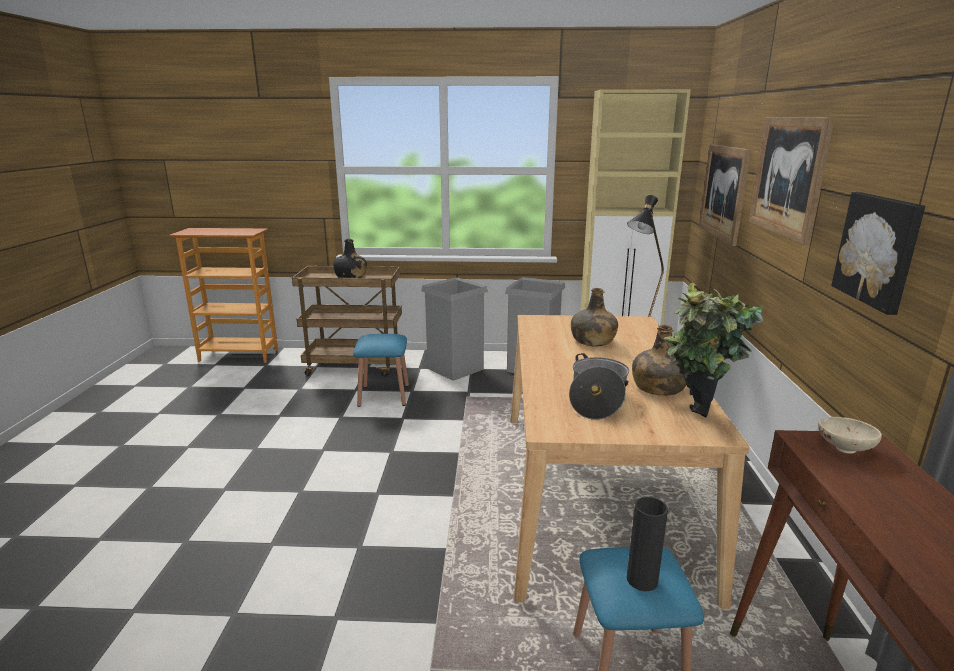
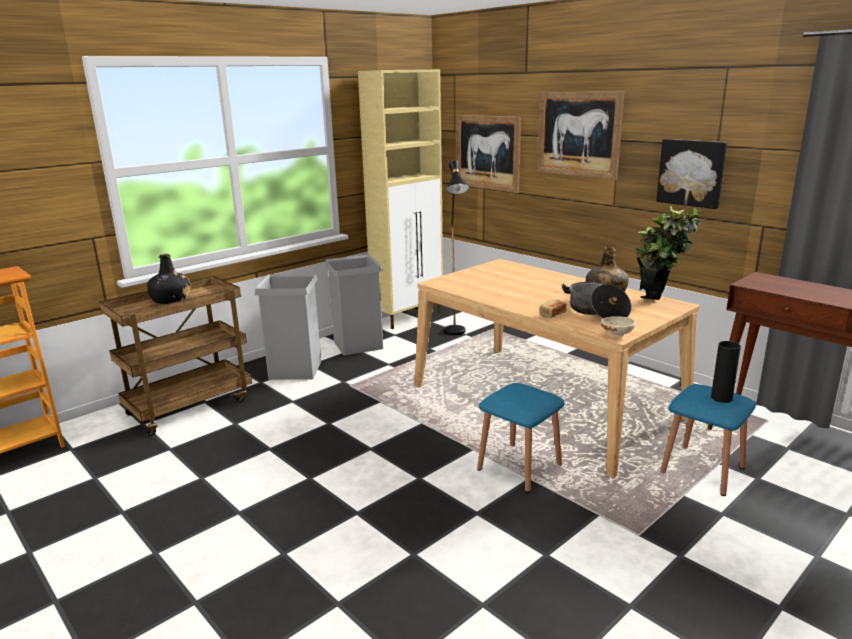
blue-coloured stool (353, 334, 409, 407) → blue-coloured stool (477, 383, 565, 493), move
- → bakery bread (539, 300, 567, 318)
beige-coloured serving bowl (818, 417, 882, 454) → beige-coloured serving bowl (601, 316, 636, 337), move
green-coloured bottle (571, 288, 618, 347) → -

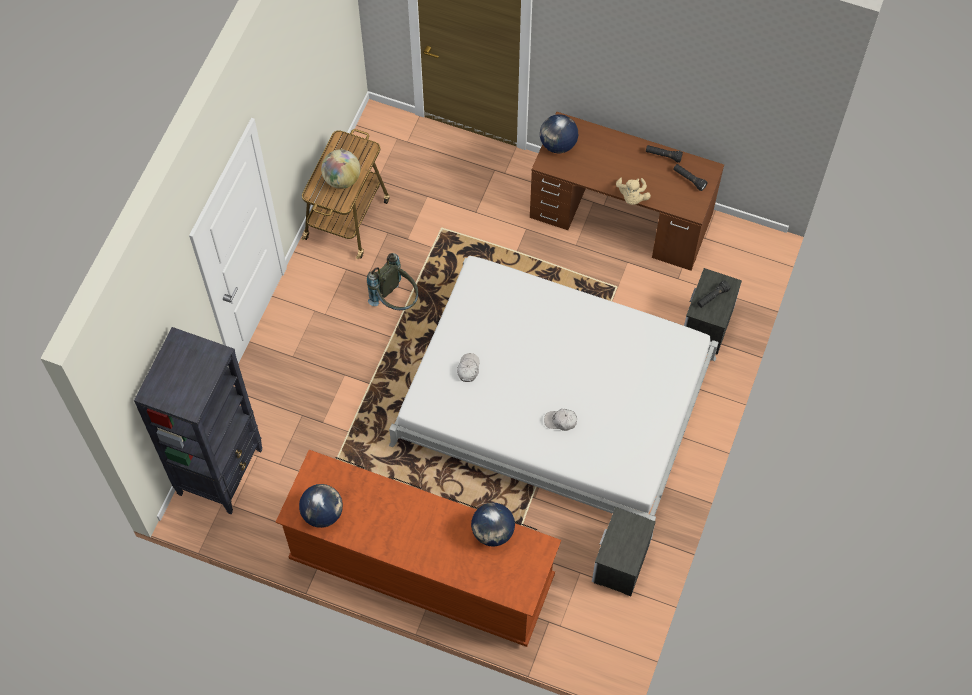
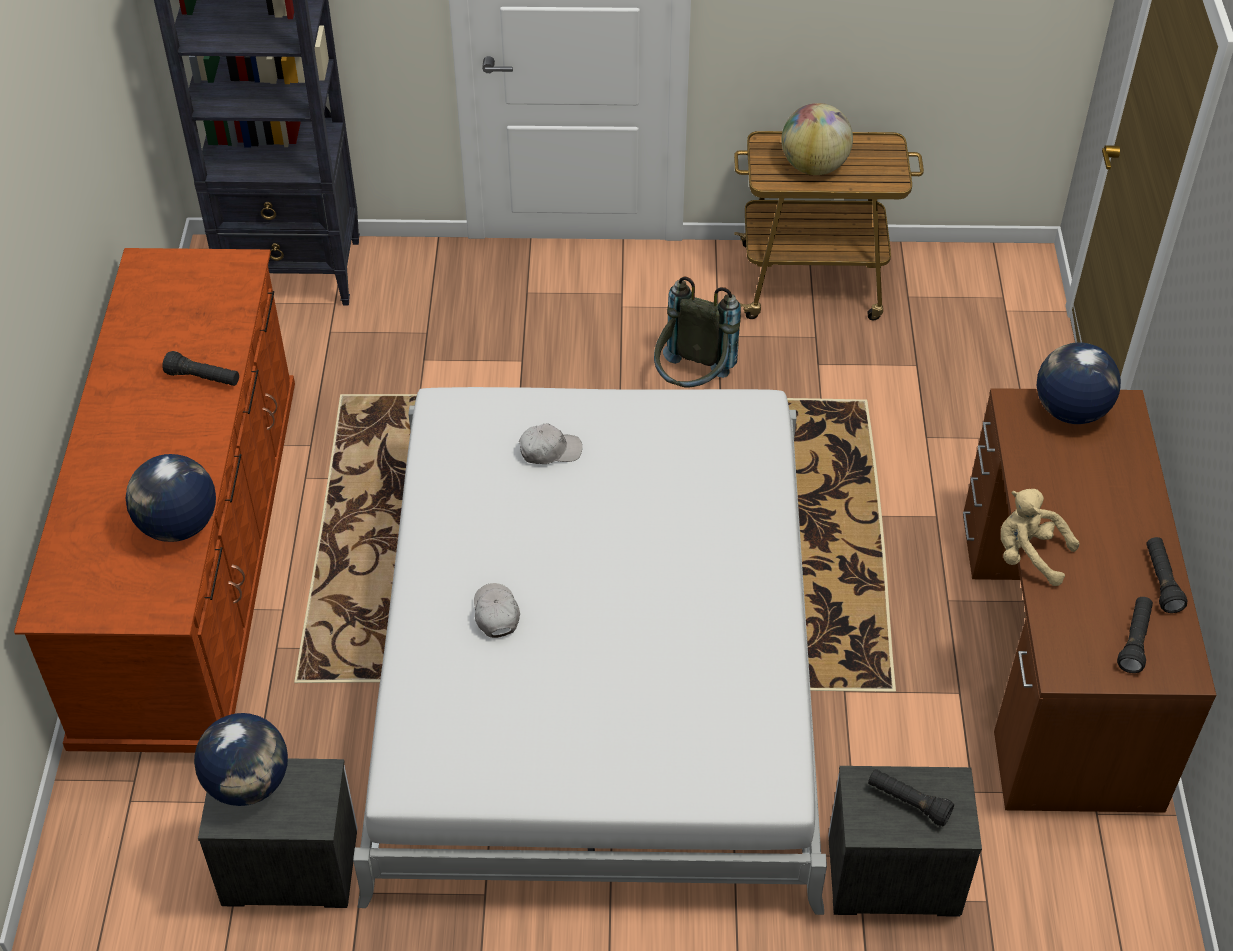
- → black-coloured torch (162, 351, 239, 386)
globe (299, 484, 343, 528) → globe (194, 713, 288, 806), move
beige-coloured soft toy (616, 177, 651, 205) → beige-coloured soft toy (1001, 489, 1080, 586), 45 degrees clockwise

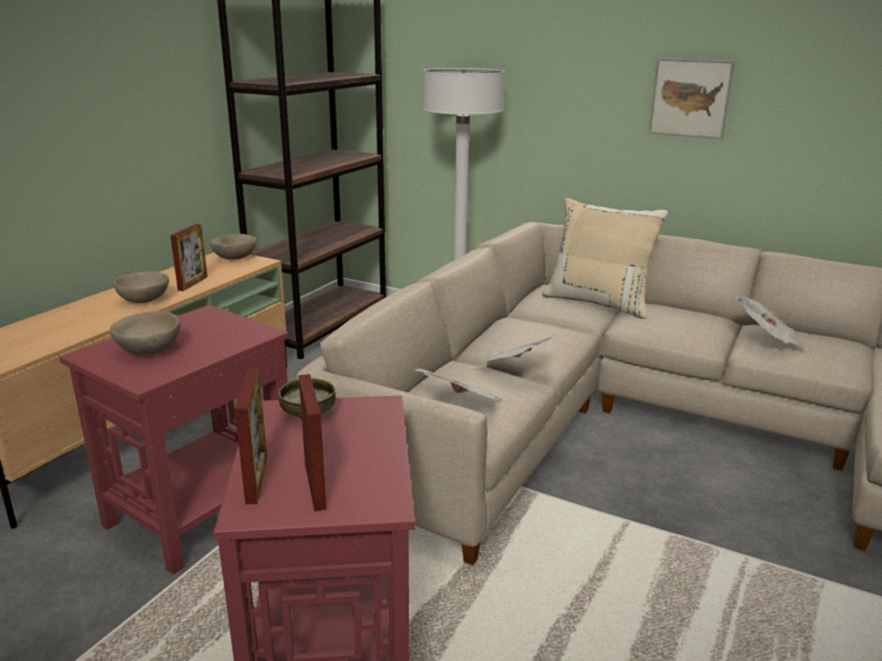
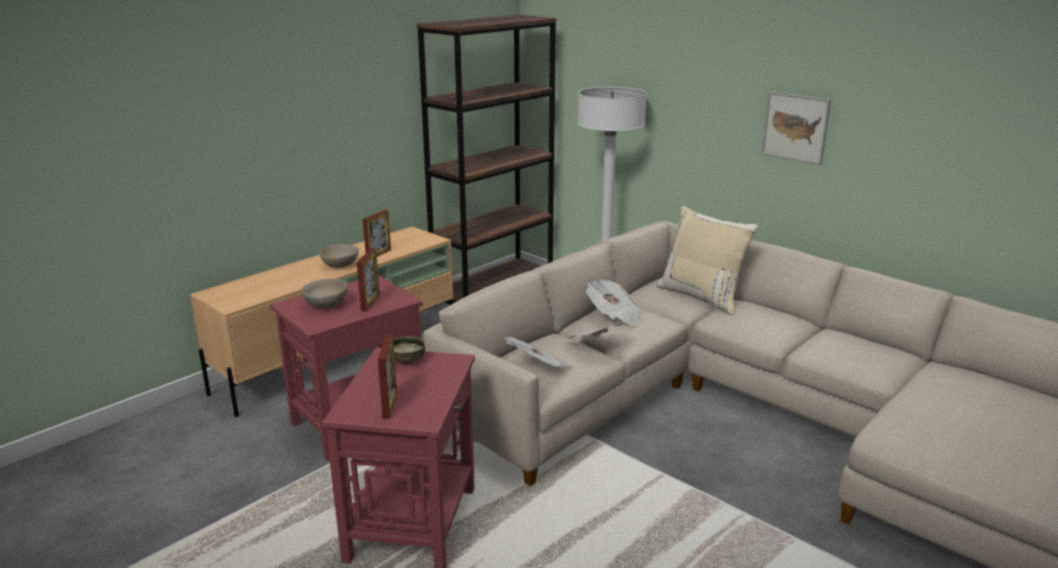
standing frame (235, 369, 267, 504) → standing frame (357, 248, 380, 311), move
daily paper (735, 296, 810, 351) → daily paper (586, 280, 642, 326), move
beige-coloured serving bowl (210, 234, 256, 260) → -

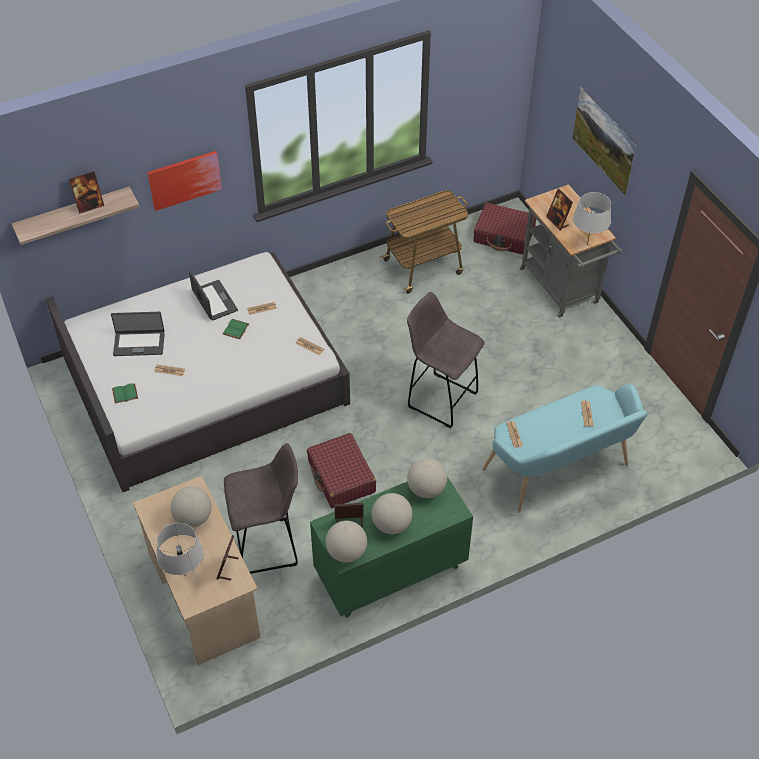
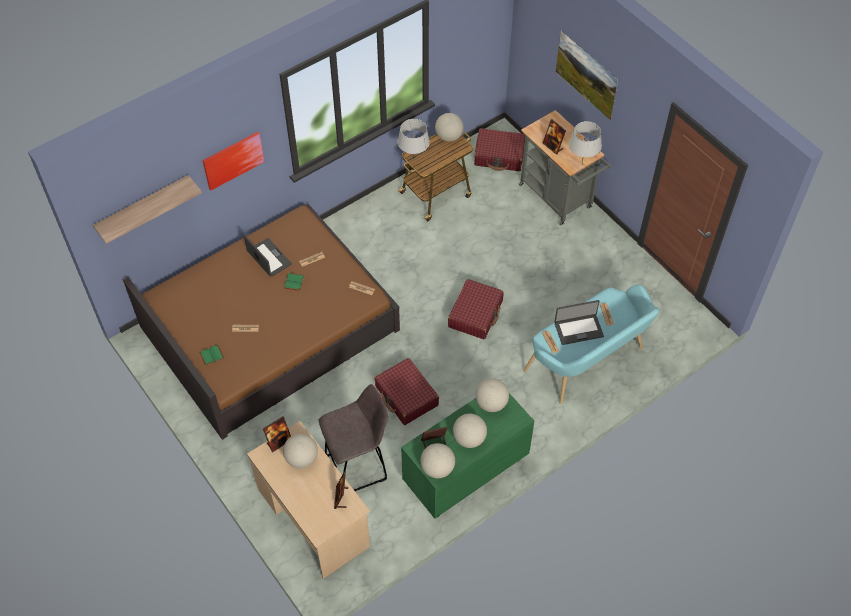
whitish bedroom bed (45, 252, 350, 492) → brown-coloured bedroom bed (123, 204, 400, 440)
standing frame (69, 171, 104, 214) → standing frame (263, 416, 291, 453), move
gray table lamp (157, 523, 204, 576) → gray table lamp (398, 119, 430, 154), move
- → globe (435, 113, 464, 142)
gray stool (407, 292, 485, 428) → red-coloured travel case (448, 279, 504, 339)
portable computer (111, 312, 165, 356) → portable computer (555, 300, 604, 345), move

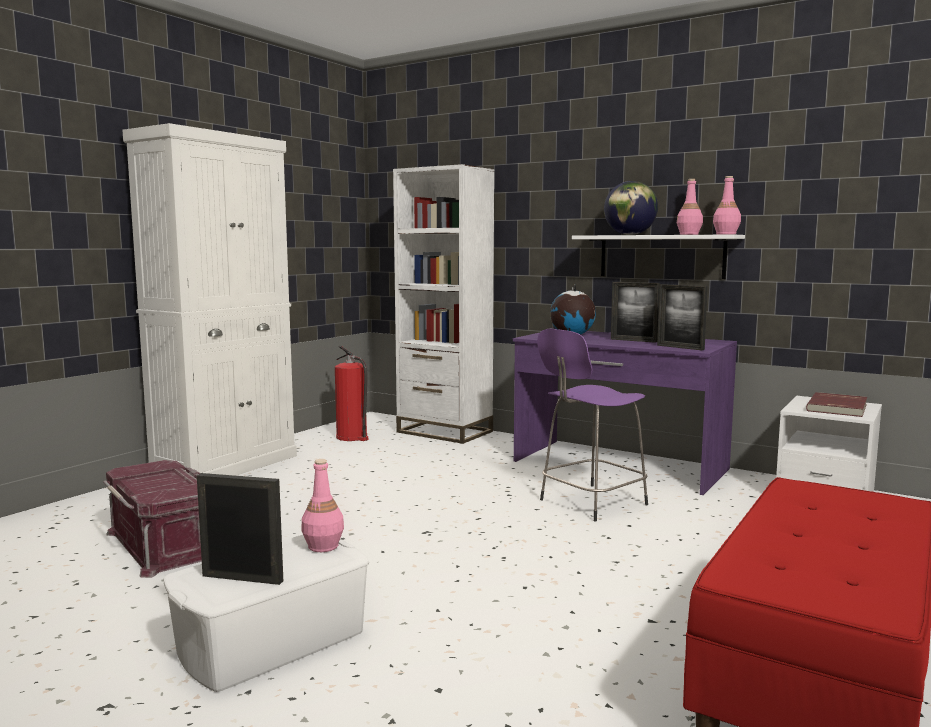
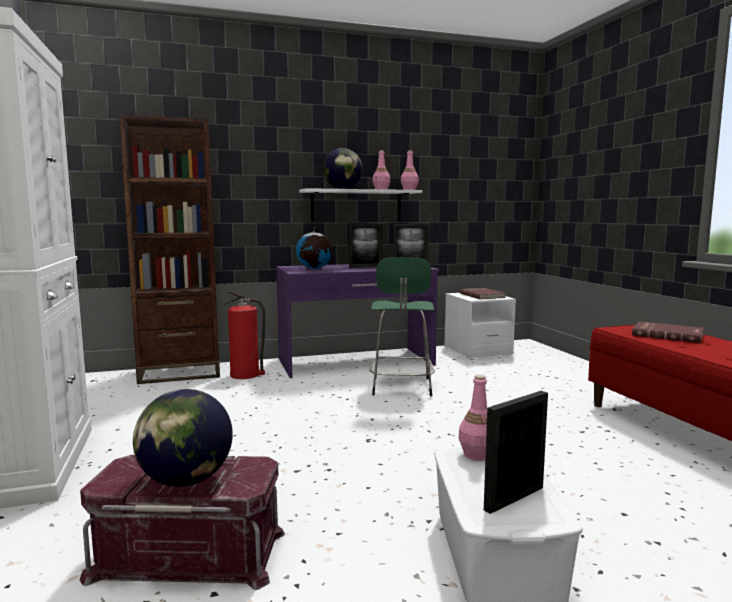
whitish shelving unit (393, 164, 495, 444) → brown-coloured shelving unit (119, 115, 220, 384)
- → globe (133, 389, 233, 487)
fire-fighting cylinder (335, 346, 368, 441) → fire-fighting cylinder (224, 291, 265, 379), move
purplish stool (537, 329, 648, 522) → green-coloured stool (370, 257, 435, 396)
- → red-coloured book (632, 321, 704, 343)

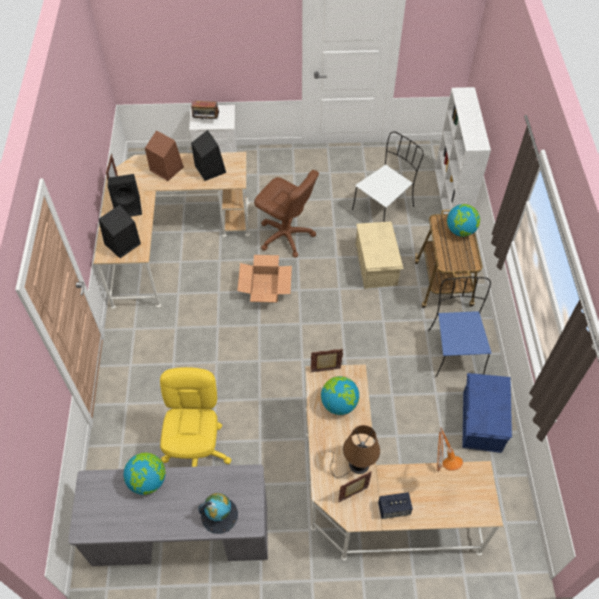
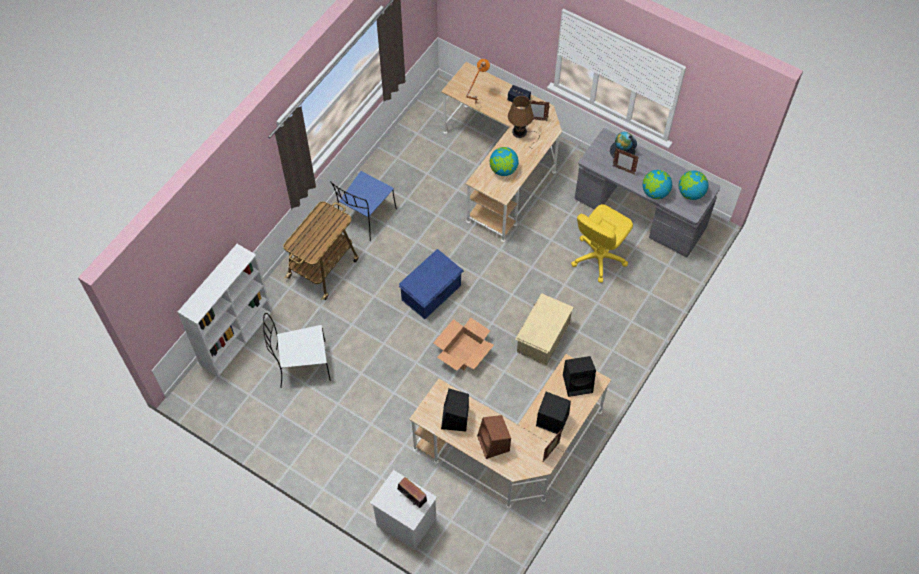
blue-coloured storage box (462, 373, 512, 453) → blue-coloured storage box (399, 249, 464, 319), move
beige-coloured storage box (355, 221, 404, 289) → beige-coloured storage box (515, 294, 574, 366), move
standing frame (311, 349, 343, 373) → standing frame (613, 148, 639, 175), move
globe (447, 204, 480, 237) → globe (679, 170, 708, 200), move
brown-coloured computer chair (254, 170, 319, 257) → -

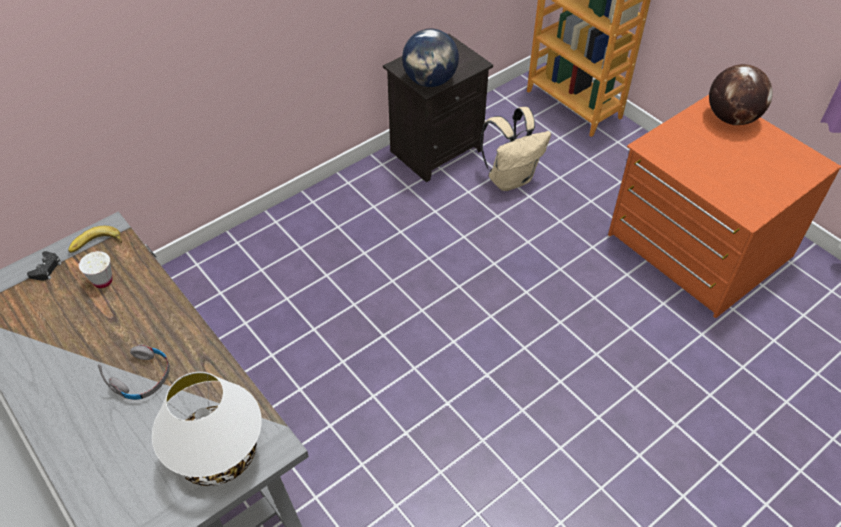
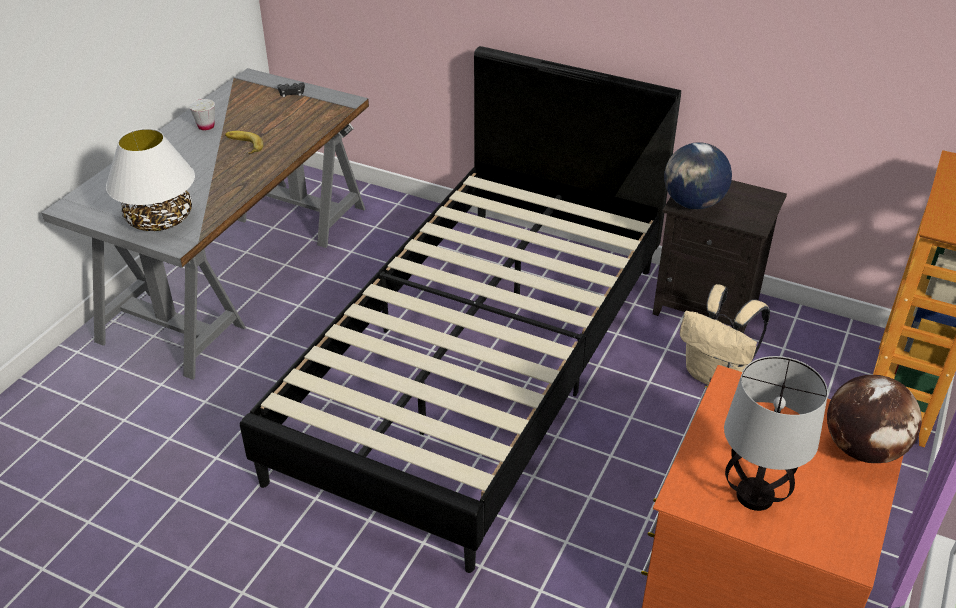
whitish drinking cup (79, 251, 112, 288) → whitish drinking cup (189, 99, 215, 130), move
banana fruit (68, 226, 122, 253) → banana fruit (225, 131, 264, 154), move
- → black-coloured bedroom bed (240, 46, 681, 573)
- → table lamp (724, 356, 828, 511)
gray headphones (98, 344, 170, 400) → -

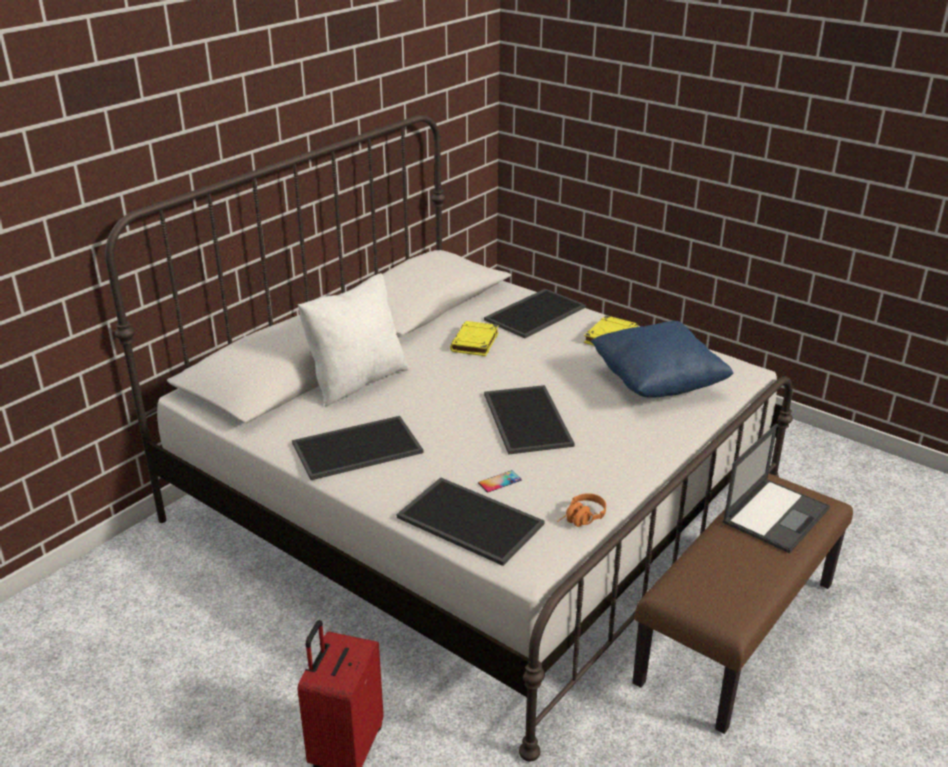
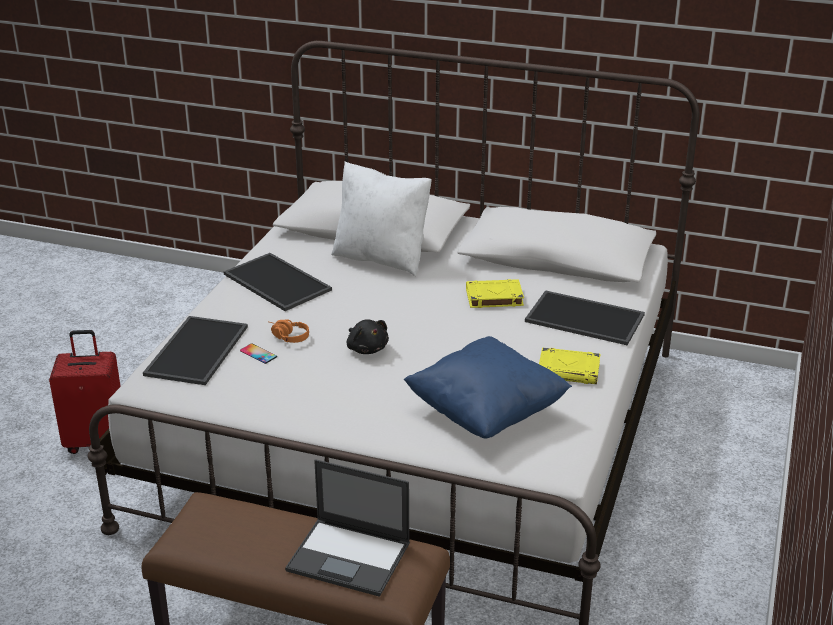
orangey headphones (557, 493, 606, 527) → orangey headphones (269, 319, 309, 343), move
tray (484, 385, 574, 455) → black-coloured soft toy (347, 319, 389, 354)

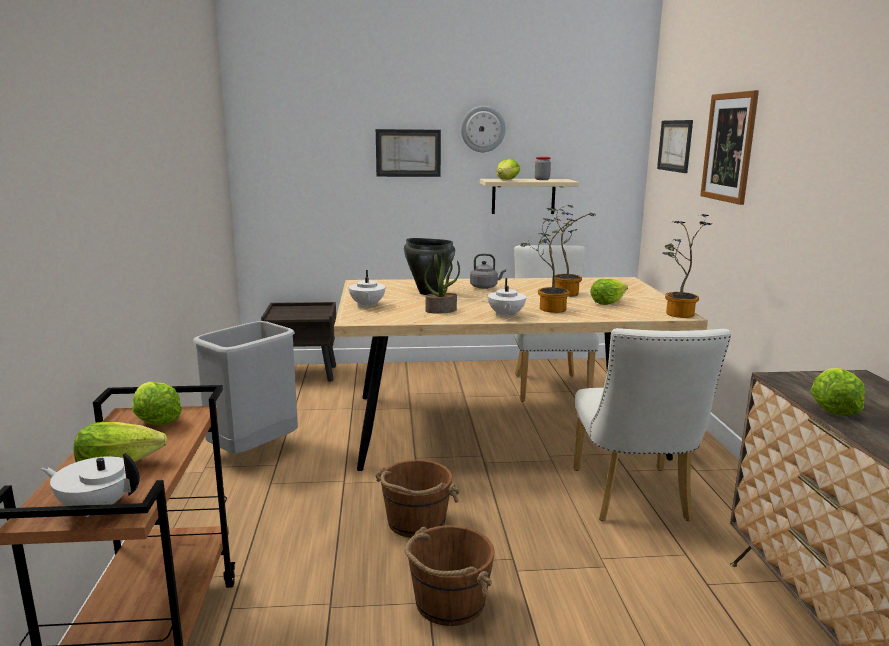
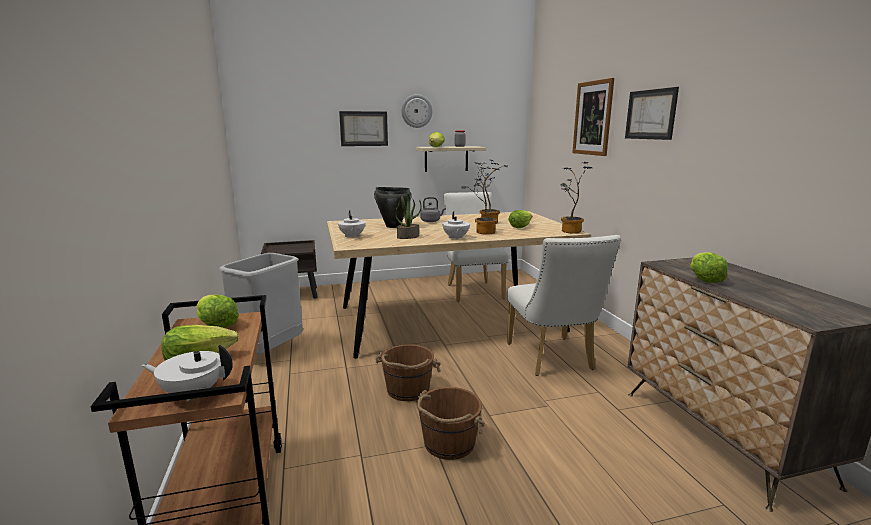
wall picture (657, 120, 693, 173) → wall picture (625, 87, 679, 140), move

